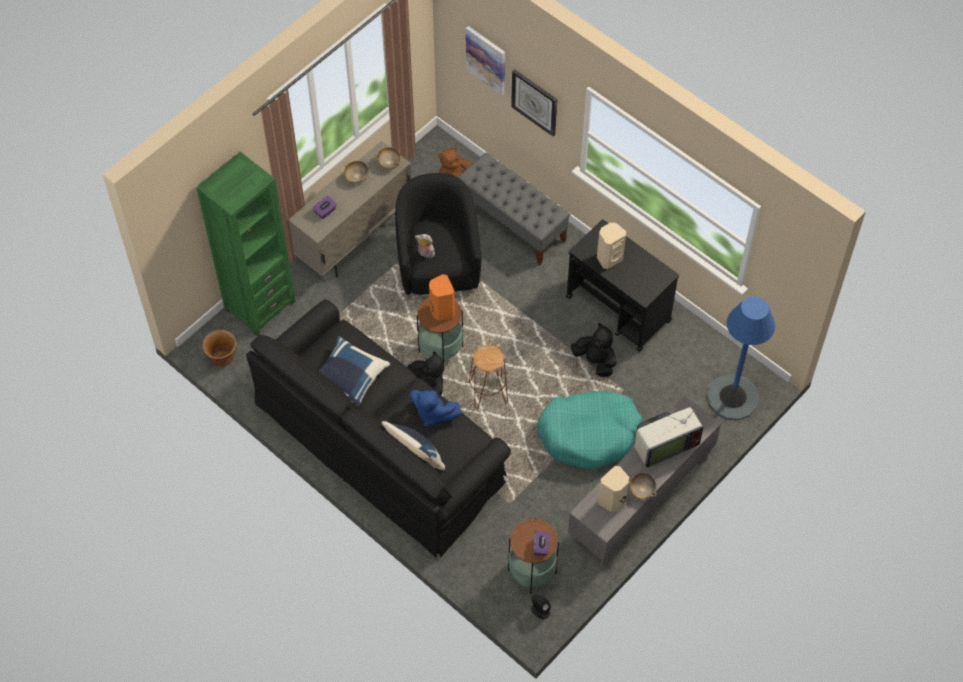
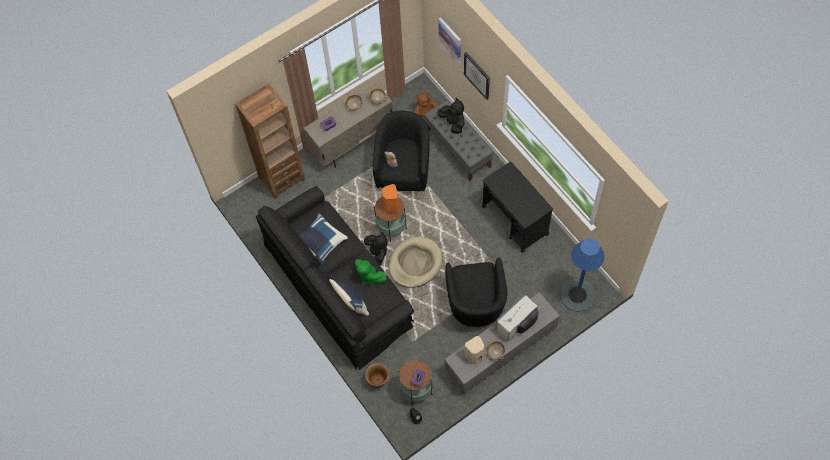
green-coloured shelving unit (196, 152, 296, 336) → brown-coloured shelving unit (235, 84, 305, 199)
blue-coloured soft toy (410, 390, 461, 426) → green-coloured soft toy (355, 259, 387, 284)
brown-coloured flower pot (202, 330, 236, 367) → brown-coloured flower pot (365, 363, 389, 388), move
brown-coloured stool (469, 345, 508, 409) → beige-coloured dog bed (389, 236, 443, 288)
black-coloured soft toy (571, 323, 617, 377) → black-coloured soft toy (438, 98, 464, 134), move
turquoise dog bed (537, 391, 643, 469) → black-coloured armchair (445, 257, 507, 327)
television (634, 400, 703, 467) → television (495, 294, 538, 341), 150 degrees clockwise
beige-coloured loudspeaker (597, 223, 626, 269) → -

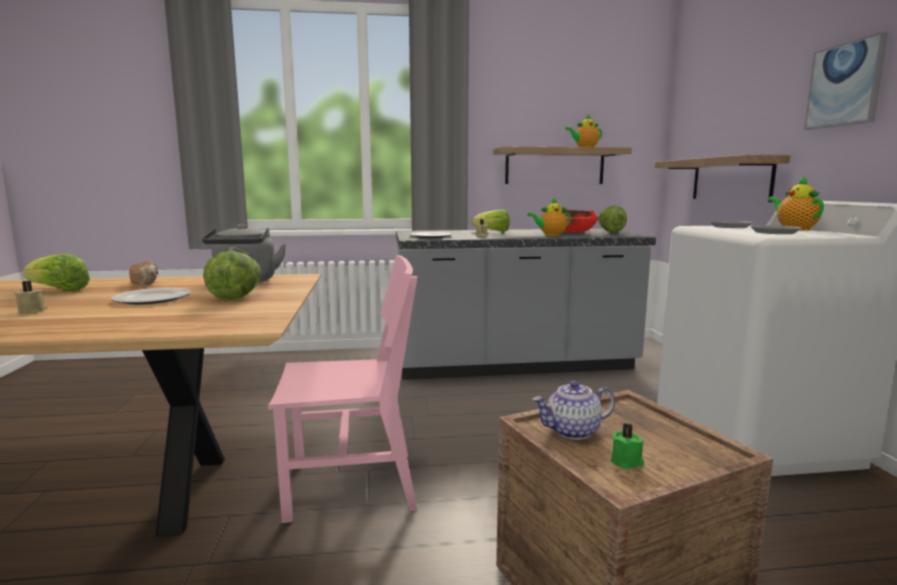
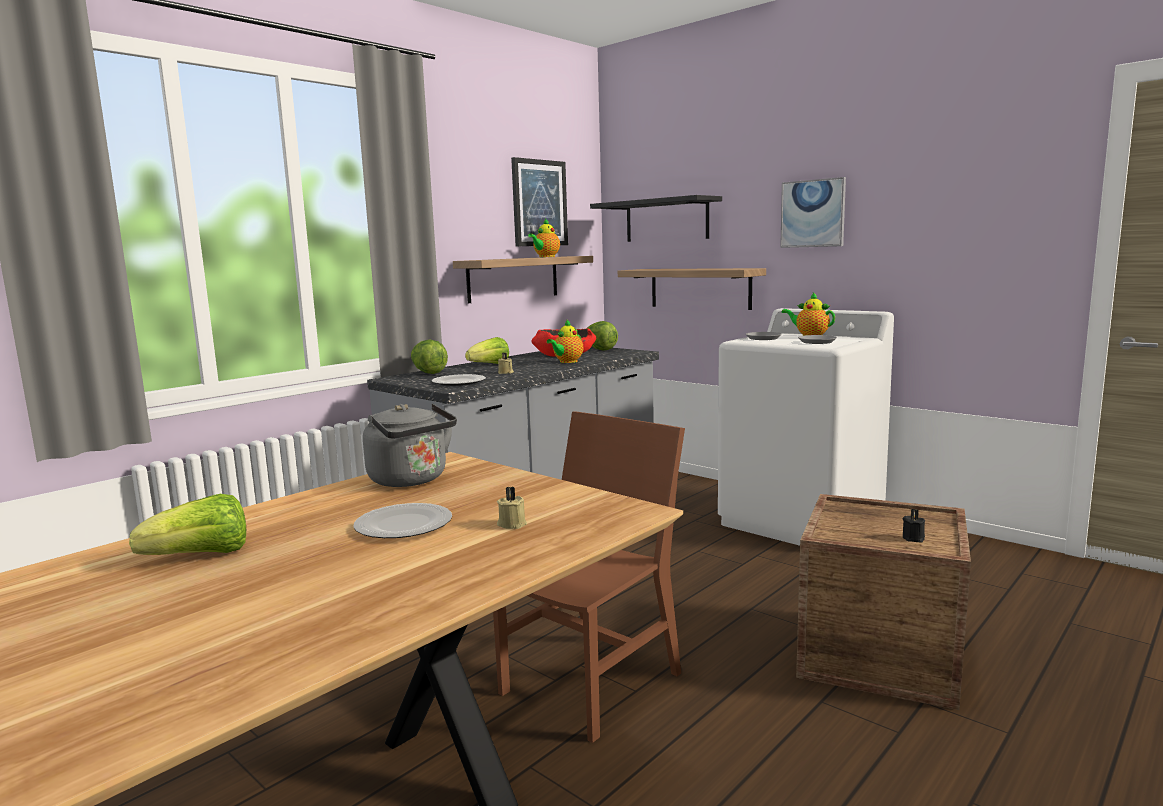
lettuce head (203, 251, 261, 300) → lettuce head (411, 339, 448, 374), move
pink-coloured upright chair (268, 255, 417, 523) → brown-coloured upright chair (493, 412, 685, 743)
beige-coloured wax candle (15, 281, 48, 314) → beige-coloured wax candle (497, 487, 527, 529), move
- → wall picture (511, 157, 568, 246)
- → black-coloured shelf (590, 195, 722, 242)
green-coloured wax candle (610, 423, 644, 469) → black-coloured wax candle (902, 509, 925, 542)
bakery bread (129, 262, 159, 285) → -
pot for tea (533, 381, 615, 440) → -

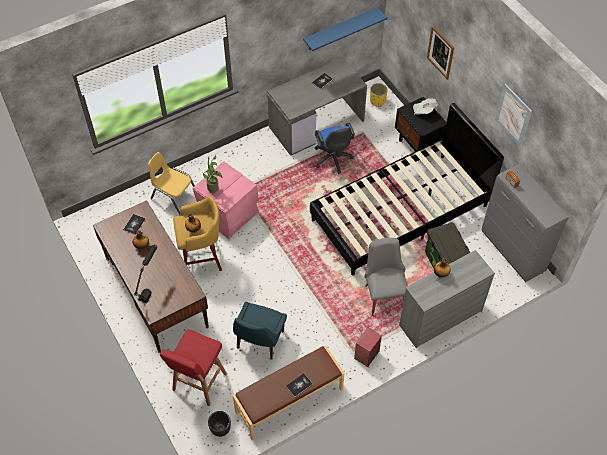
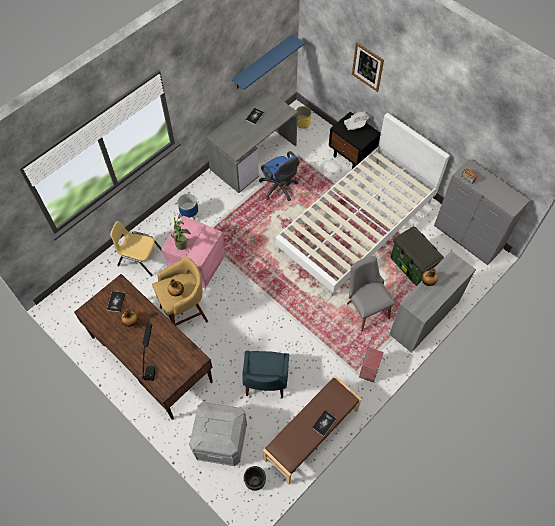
- → flower pot (177, 193, 198, 220)
red-coloured stool (160, 329, 227, 406) → gray storage box (189, 401, 247, 466)
black-coloured bedroom bed (310, 103, 504, 275) → whitish bedroom bed (276, 113, 450, 297)
wall picture (495, 84, 532, 146) → -

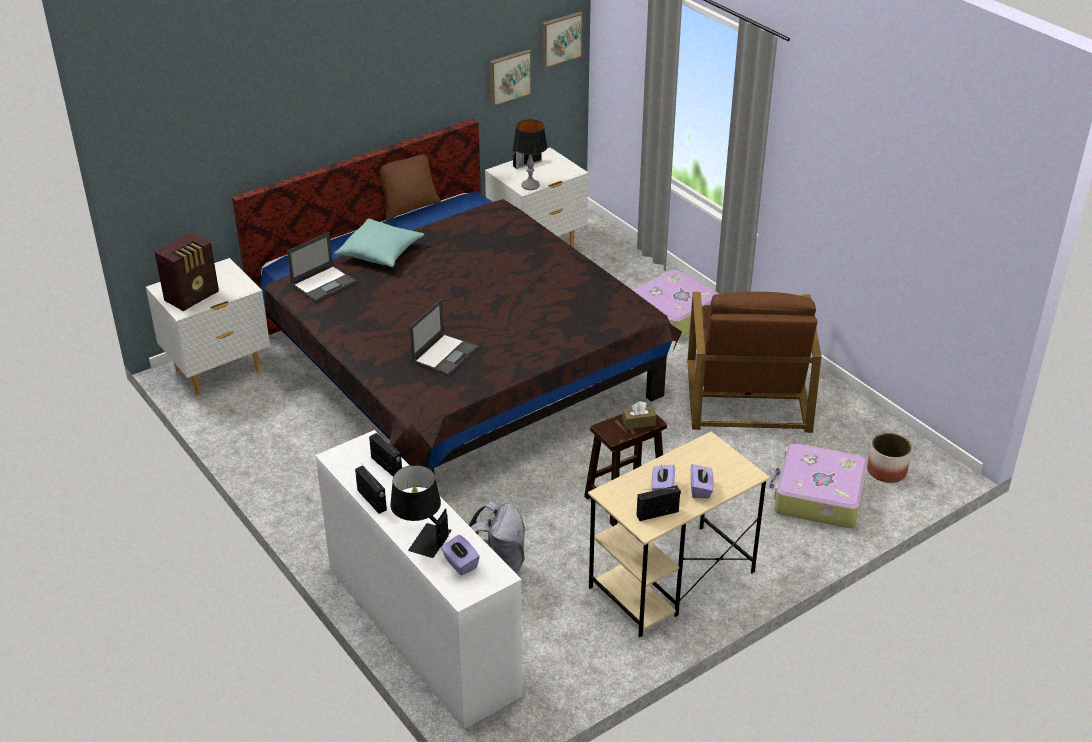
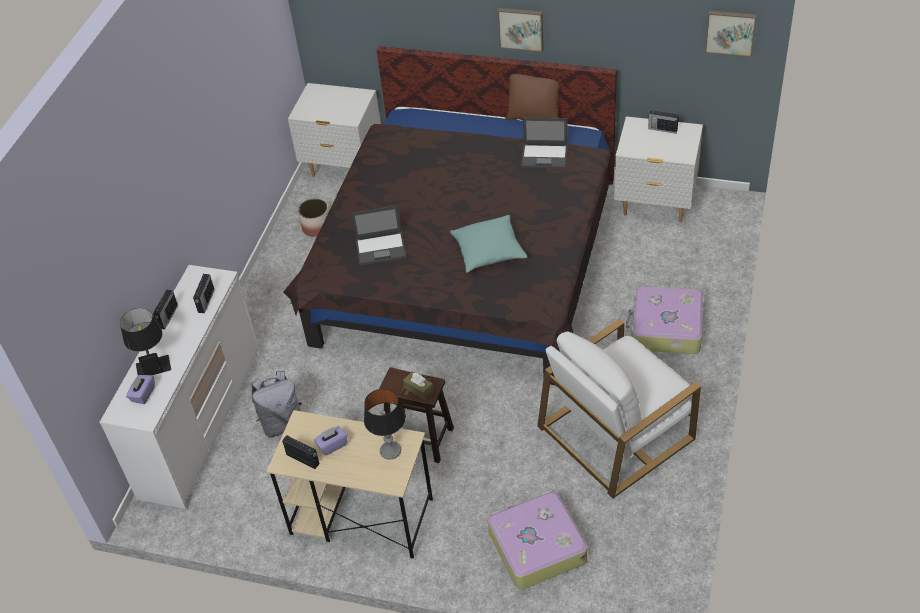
flower pot (867, 433, 912, 483) → flower pot (298, 198, 329, 237), move
table lamp (513, 119, 548, 190) → table lamp (364, 389, 405, 460), move
turquoise throw pillow (334, 219, 424, 267) → turquoise throw pillow (450, 215, 527, 273), move
wall picture (490, 49, 532, 106) → wall picture (497, 8, 544, 52), move
portable computer (287, 232, 357, 302) → portable computer (521, 118, 568, 169), move
brown-coloured armchair (687, 292, 821, 433) → whitish armchair (537, 319, 701, 499)
radio set (155, 233, 219, 311) → -
purplish tissue holder (691, 464, 714, 498) → -

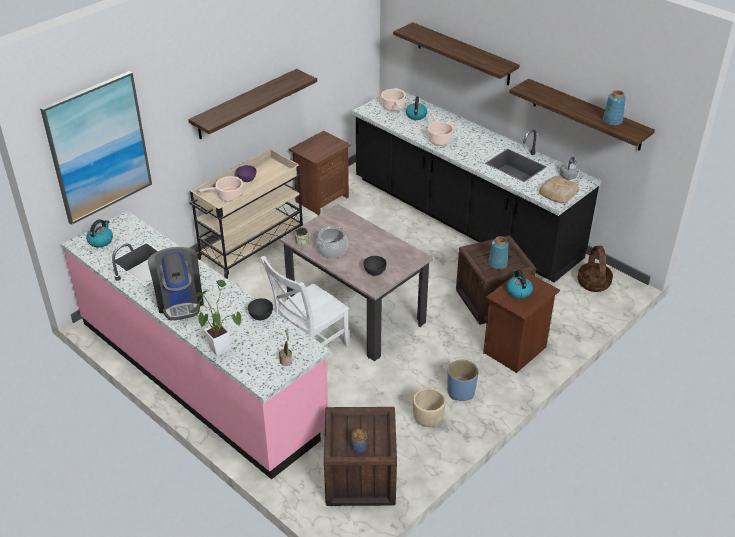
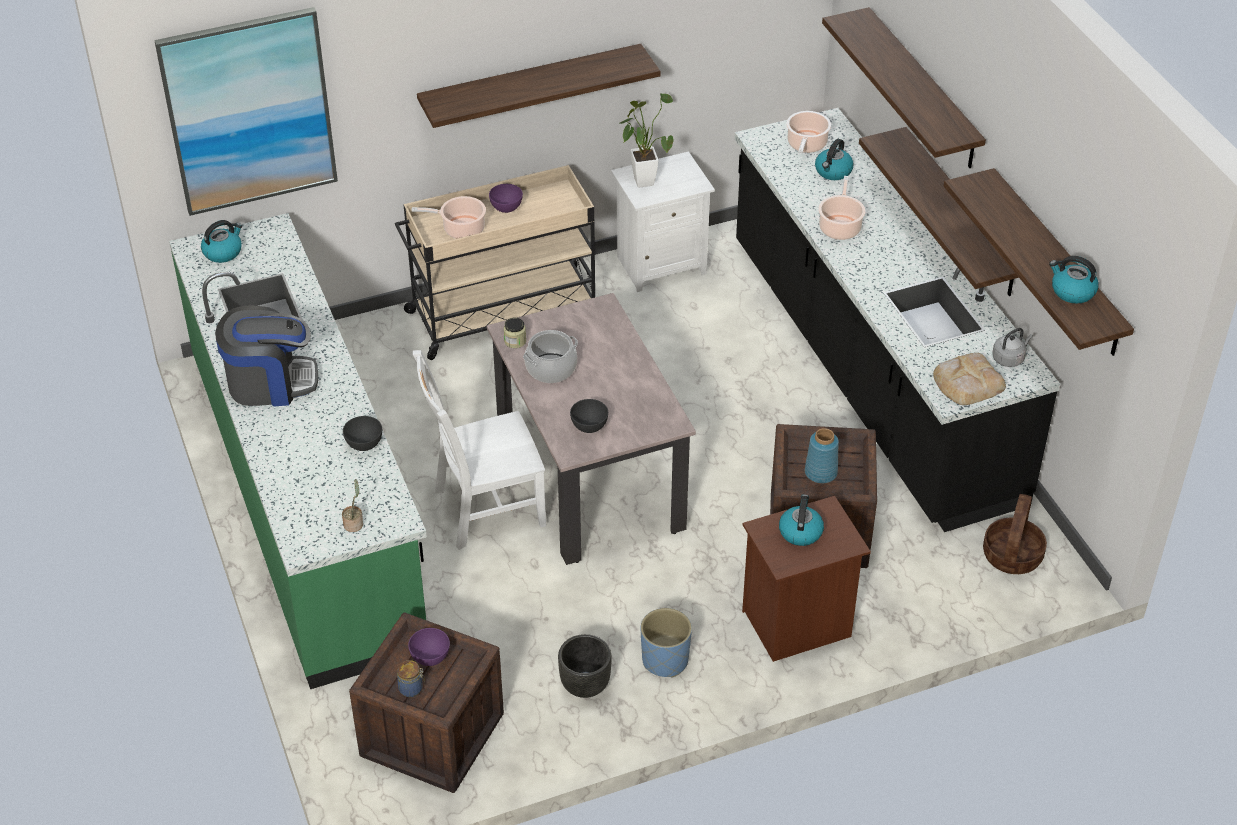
pink-coloured kitchen counter (62, 211, 331, 480) → green-coloured kitchen counter (169, 213, 427, 689)
coffee maker (148, 247, 204, 320) → coffee maker (215, 305, 318, 406), 105 degrees counterclockwise
- → purplish serving bowl (408, 628, 450, 666)
beige-coloured flower pot (413, 388, 446, 427) → black-coloured flower pot (558, 634, 612, 698)
brown-coloured night table (289, 131, 351, 215) → whitish night table (611, 151, 715, 292)
plant in a pot (190, 280, 241, 356) → plant in a pot (620, 93, 673, 188), move
- → shelf (859, 127, 1019, 296)
blue-coloured vase (603, 90, 626, 125) → tea kettle (1049, 256, 1099, 304)

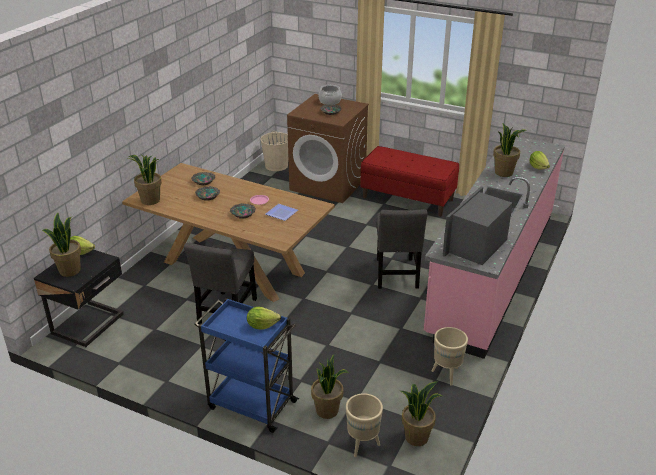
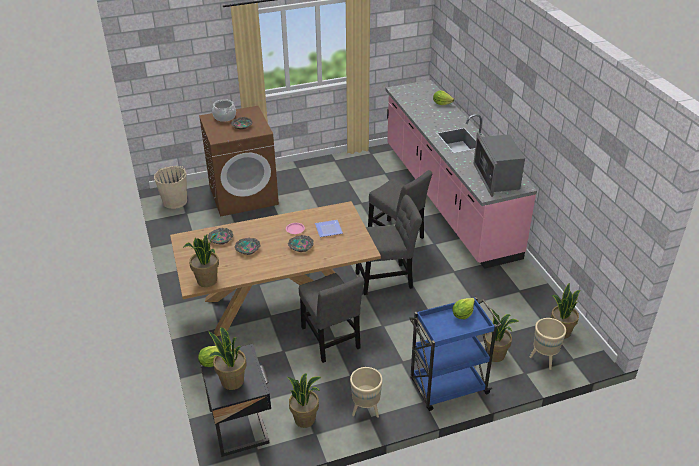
plant in a pot (493, 123, 527, 177) → plant in a pot (287, 373, 321, 428), move
beige-coloured flower pot (432, 327, 468, 386) → beige-coloured flower pot (350, 367, 383, 418), move
- → gray upright chair (355, 195, 422, 295)
red-coloured long seat (360, 146, 459, 217) → -

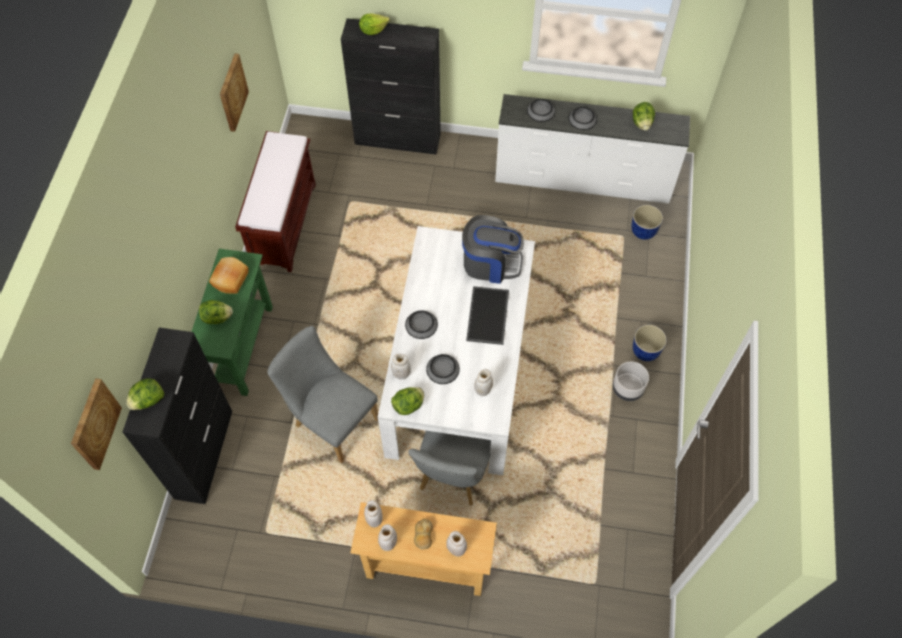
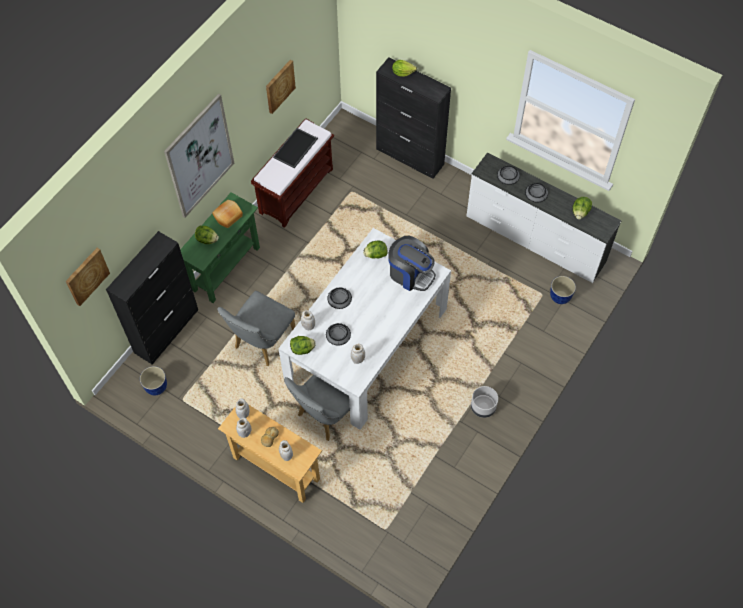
flower pot (633, 325, 667, 361) → flower pot (140, 366, 167, 395), move
- → wall picture (164, 94, 234, 218)
gray upright chair (267, 326, 378, 463) → gray upright chair (217, 291, 296, 366), 120 degrees counterclockwise
tray (466, 286, 509, 345) → tray (273, 128, 318, 168), move
lettuce head (126, 378, 164, 410) → lettuce head (363, 240, 388, 258), move

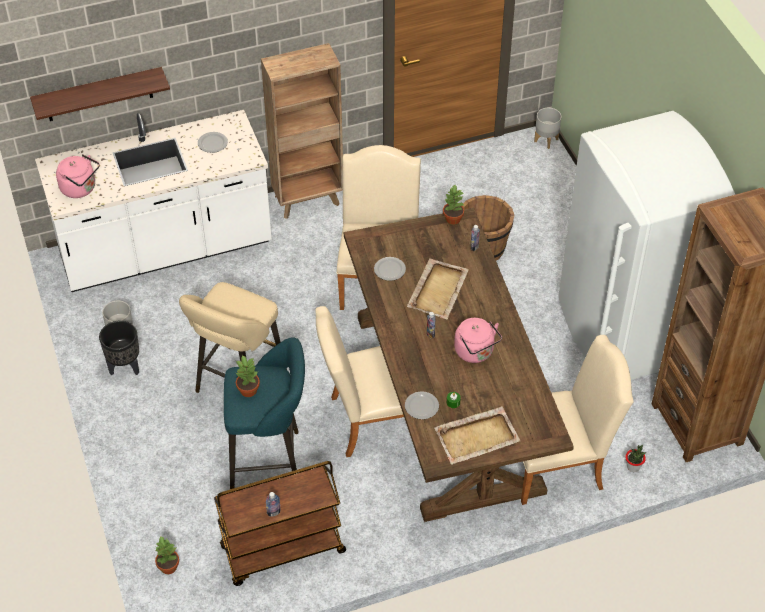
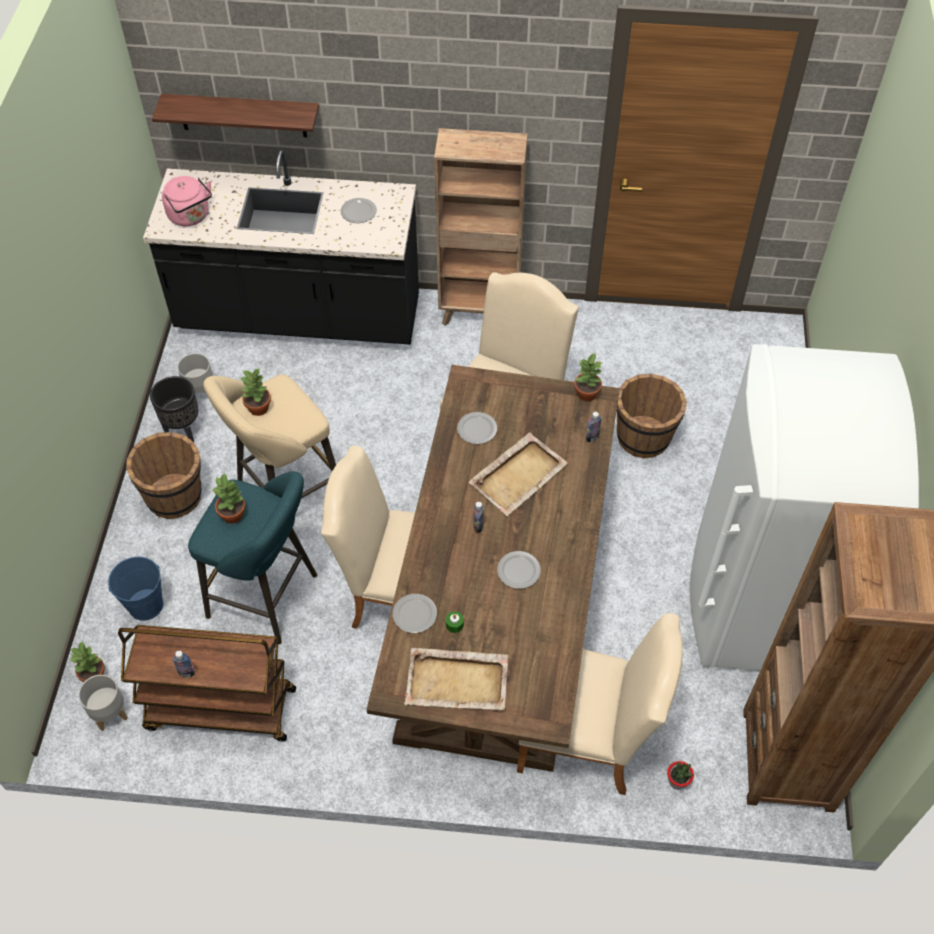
gray flower pot (534, 108, 561, 149) → gray flower pot (78, 675, 128, 731), move
- → blue-coloured water bucket (108, 557, 163, 621)
- → brown-coloured water bucket (126, 432, 201, 519)
whitish kitchen counter (35, 110, 272, 292) → black-coloured kitchen counter (143, 150, 419, 345)
- → plant in a pot (240, 369, 271, 416)
pink-coloured tea kettle (454, 318, 502, 363) → dinner plate (497, 551, 541, 589)

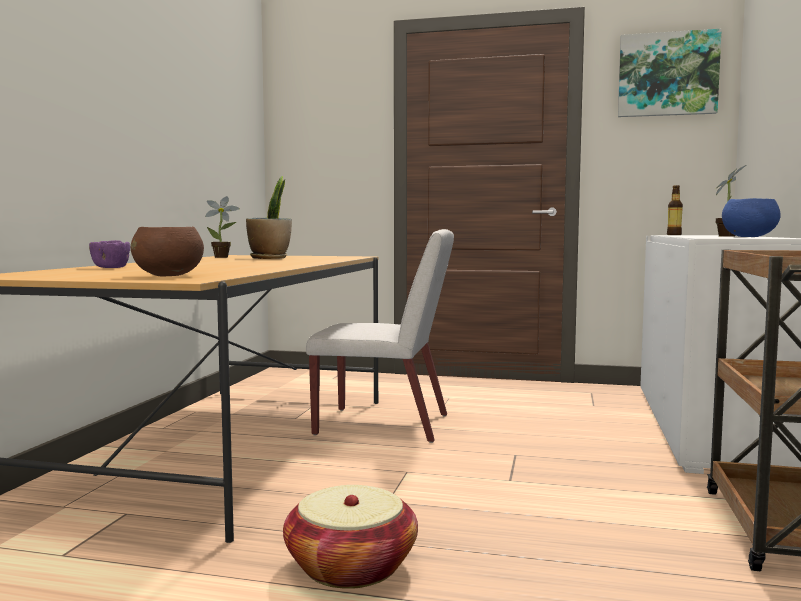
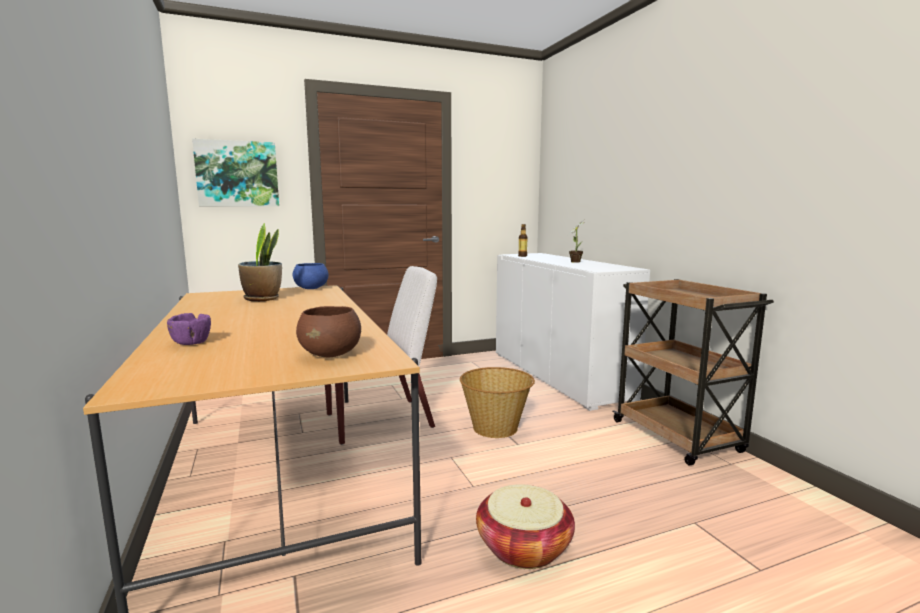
wall picture (618, 29, 722, 117) → wall picture (192, 139, 279, 207), move
blue-coloured serving bowl (722, 198, 781, 237) → blue-coloured serving bowl (293, 263, 329, 289), move
- → basket (460, 367, 535, 438)
plant in a pot (205, 196, 240, 258) → -

